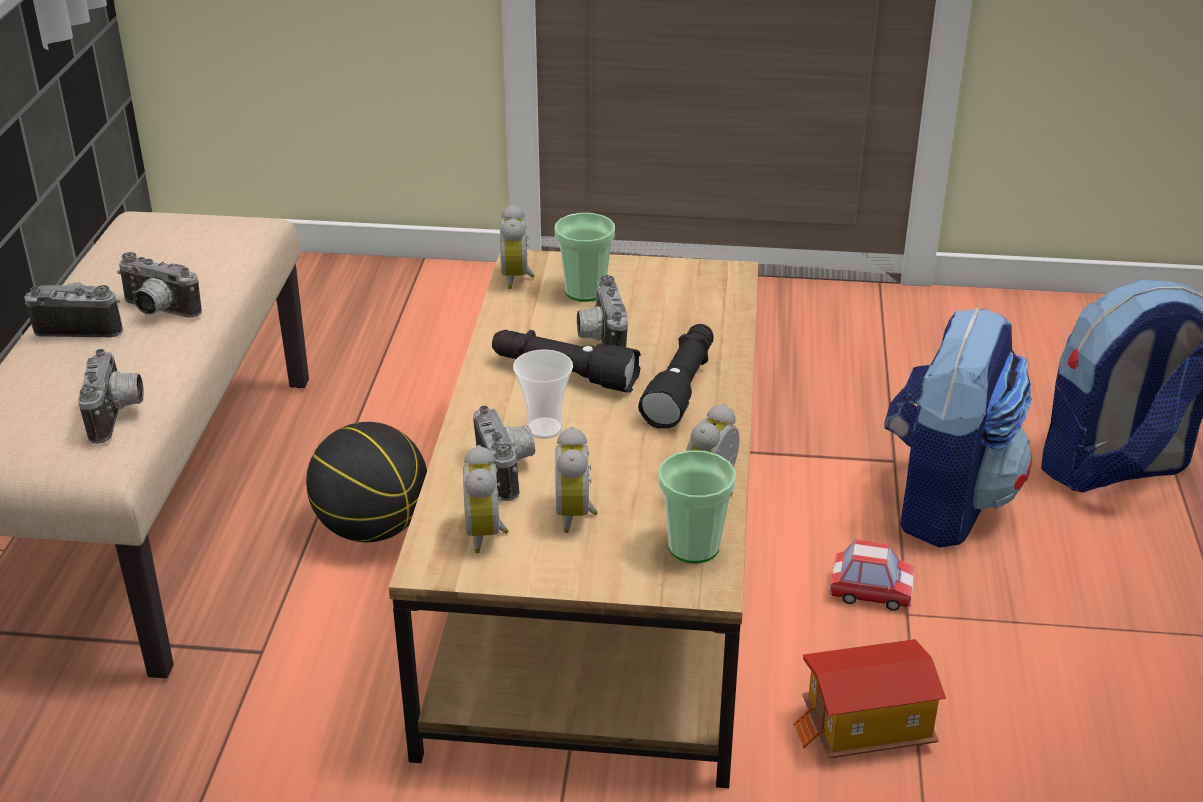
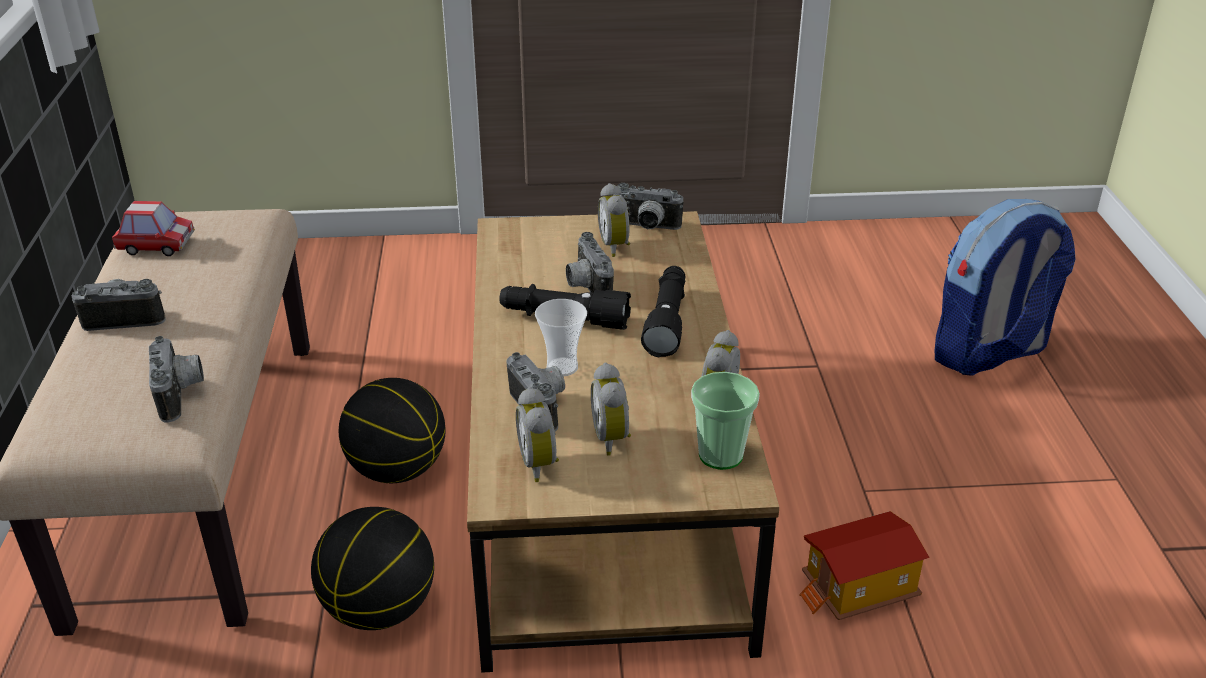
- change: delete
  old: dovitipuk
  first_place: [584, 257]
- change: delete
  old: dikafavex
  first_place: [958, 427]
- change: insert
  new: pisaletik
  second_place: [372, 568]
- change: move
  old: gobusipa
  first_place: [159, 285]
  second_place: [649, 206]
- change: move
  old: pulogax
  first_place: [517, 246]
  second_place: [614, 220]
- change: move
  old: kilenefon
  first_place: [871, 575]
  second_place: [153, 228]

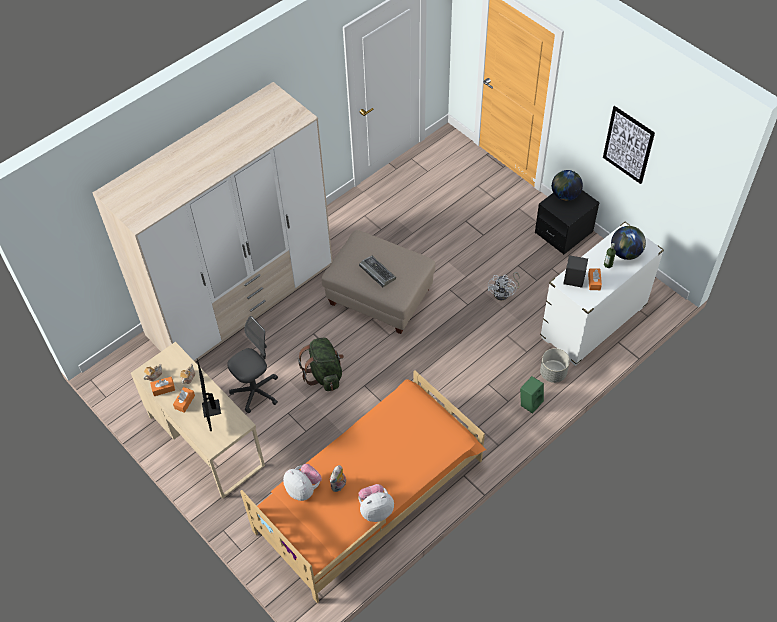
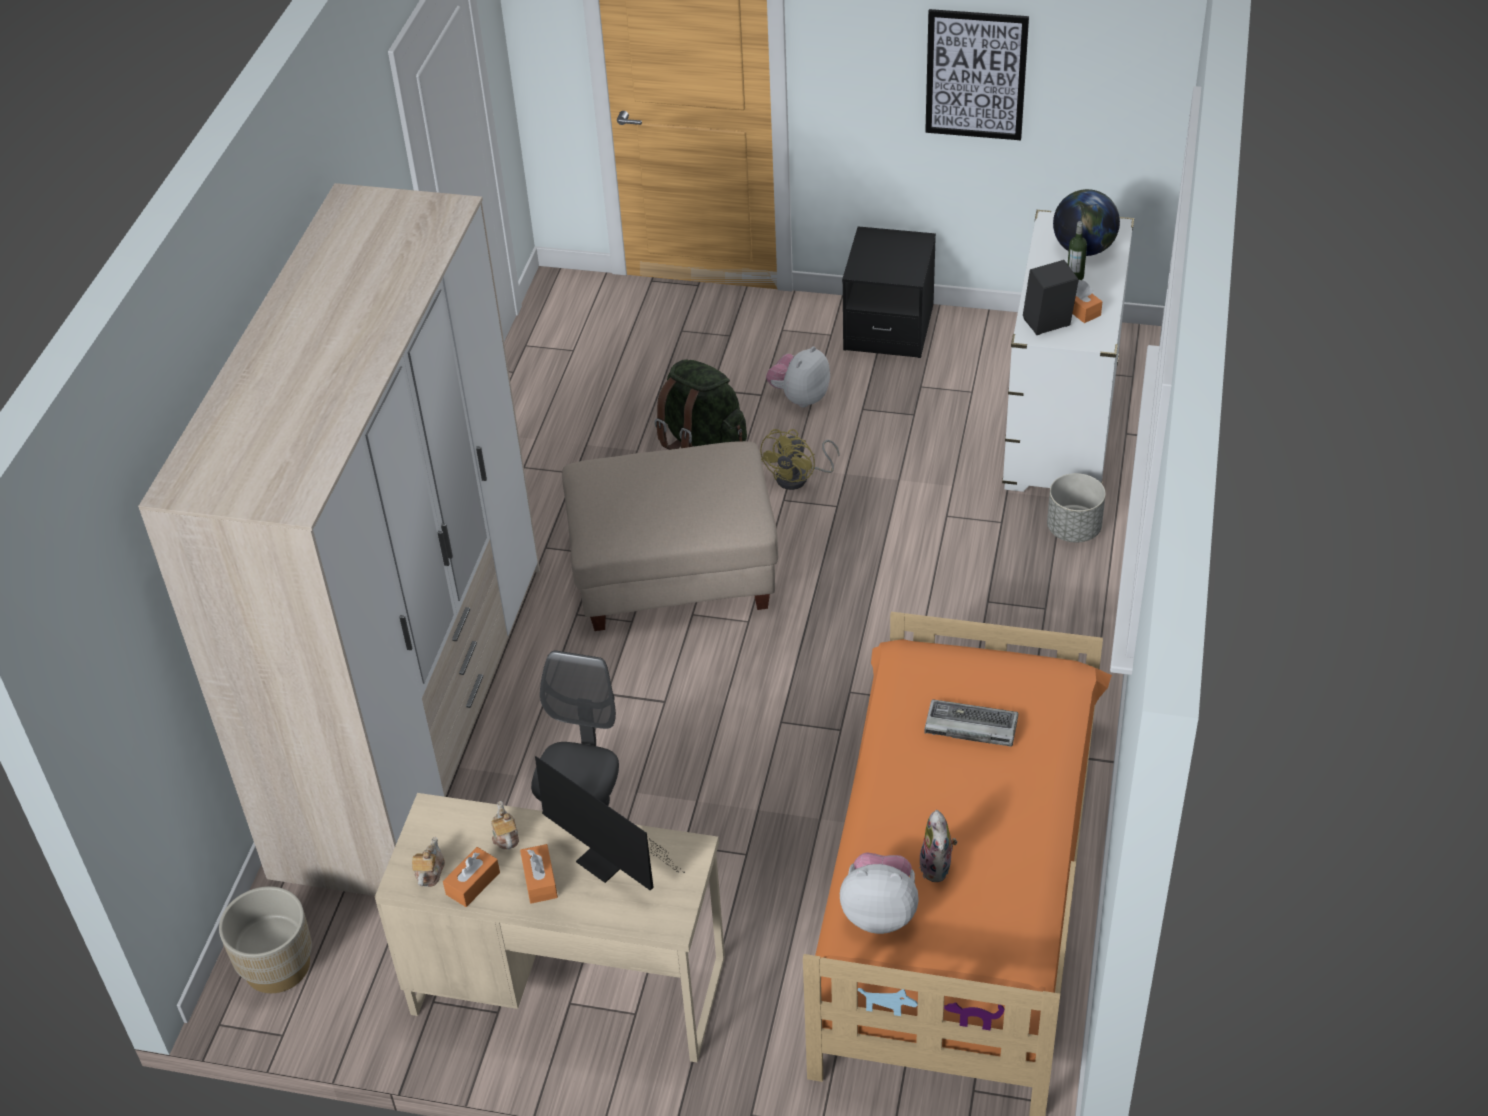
- change: delete
  old: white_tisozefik
  first_place: [504, 286]
- change: delete
  old: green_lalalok
  first_place: [532, 395]
- change: delete
  old: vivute
  first_place: [567, 185]
- change: insert
  new: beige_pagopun
  second_place: [265, 939]
- change: insert
  new: yellow_tisozefik
  second_place: [800, 459]
- change: move
  old: green_dikafavex
  first_place: [321, 364]
  second_place: [701, 404]
- change: move
  old: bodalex
  first_place: [377, 271]
  second_place: [971, 723]
- change: move
  old: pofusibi
  first_place: [376, 503]
  second_place: [798, 377]

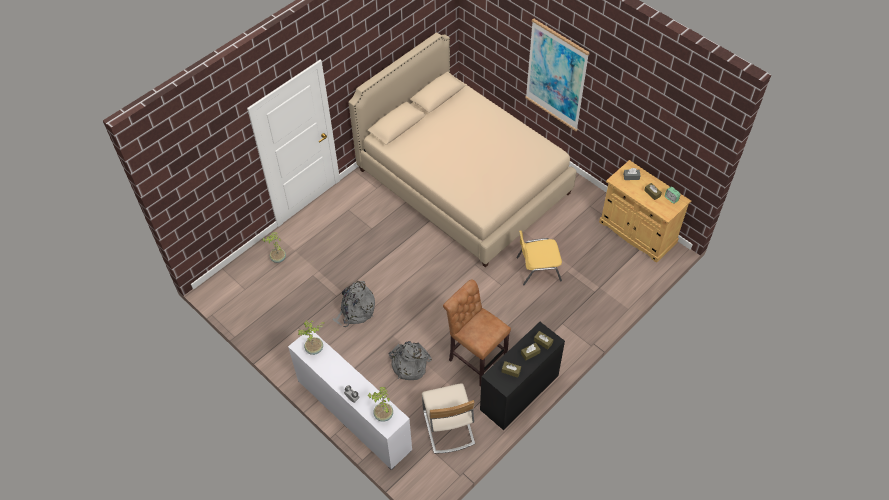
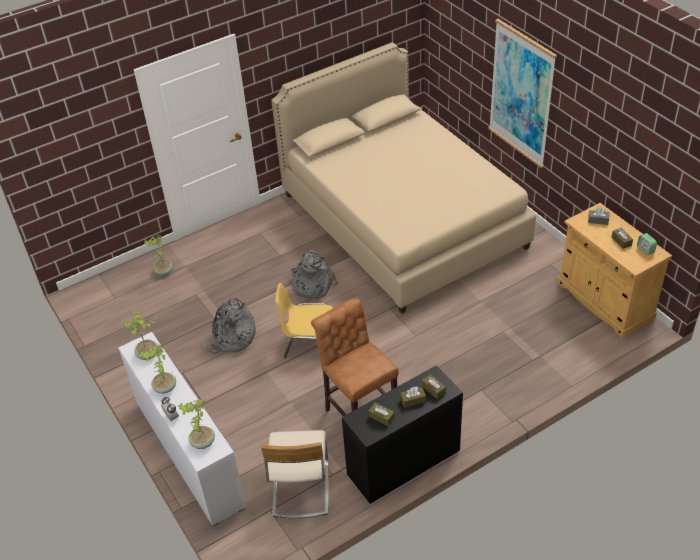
- change: insert
  new: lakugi
  second_place: [157, 369]
- change: move
  old: grey_dikafavex
  first_place: [410, 360]
  second_place: [314, 274]
- change: move
  old: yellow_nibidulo
  first_place: [539, 257]
  second_place: [304, 320]

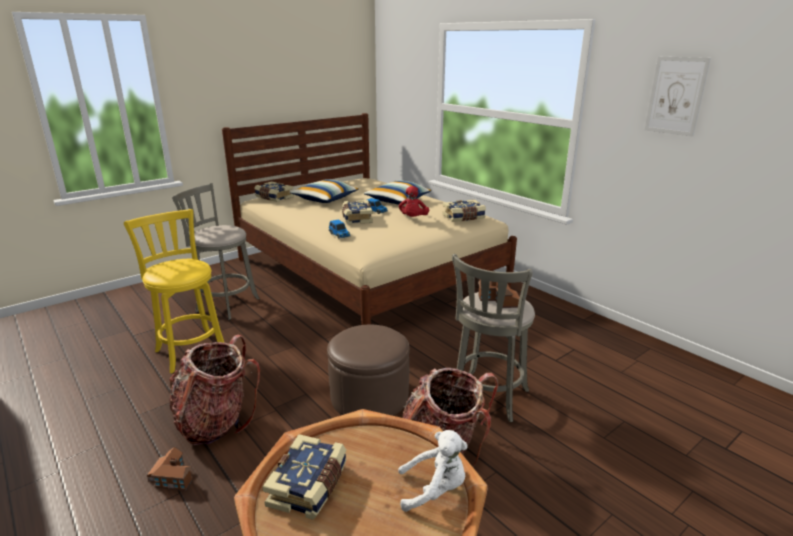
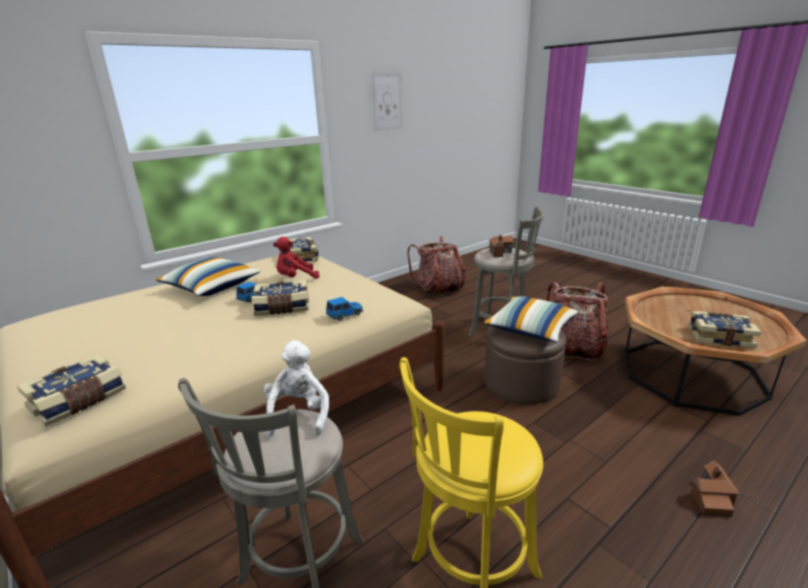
- change: move
  old: dikafavex
  first_place: [214, 390]
  second_place: [436, 266]
- change: move
  old: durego
  first_place: [324, 191]
  second_place: [530, 319]
- change: move
  old: white_pofusibi
  first_place: [433, 471]
  second_place: [296, 388]
- change: rotate
  old: red_pofusibi
  first_place: [414, 201]
  second_place: [296, 258]
  degrees: 150

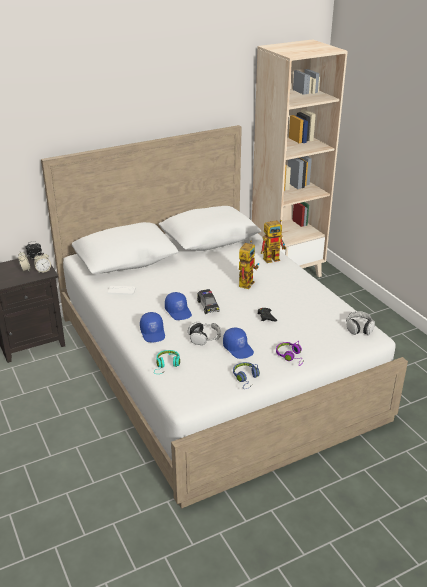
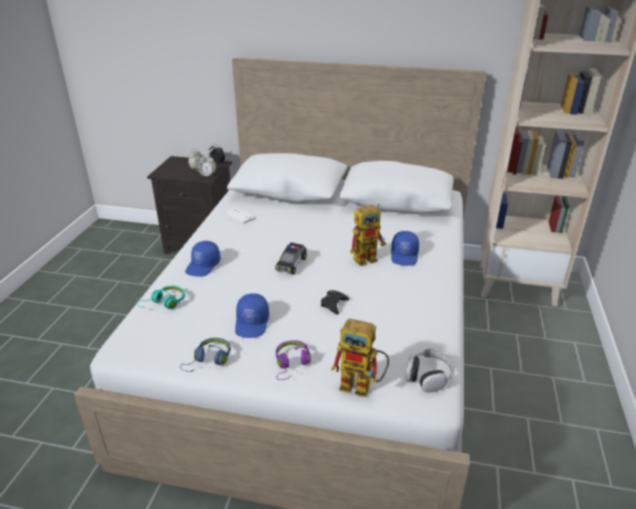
- change: delete
  old: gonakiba
  first_place: [204, 333]
- change: move
  old: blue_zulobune
  first_place: [178, 306]
  second_place: [405, 248]
- change: move
  old: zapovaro
  first_place: [273, 241]
  second_place: [360, 357]

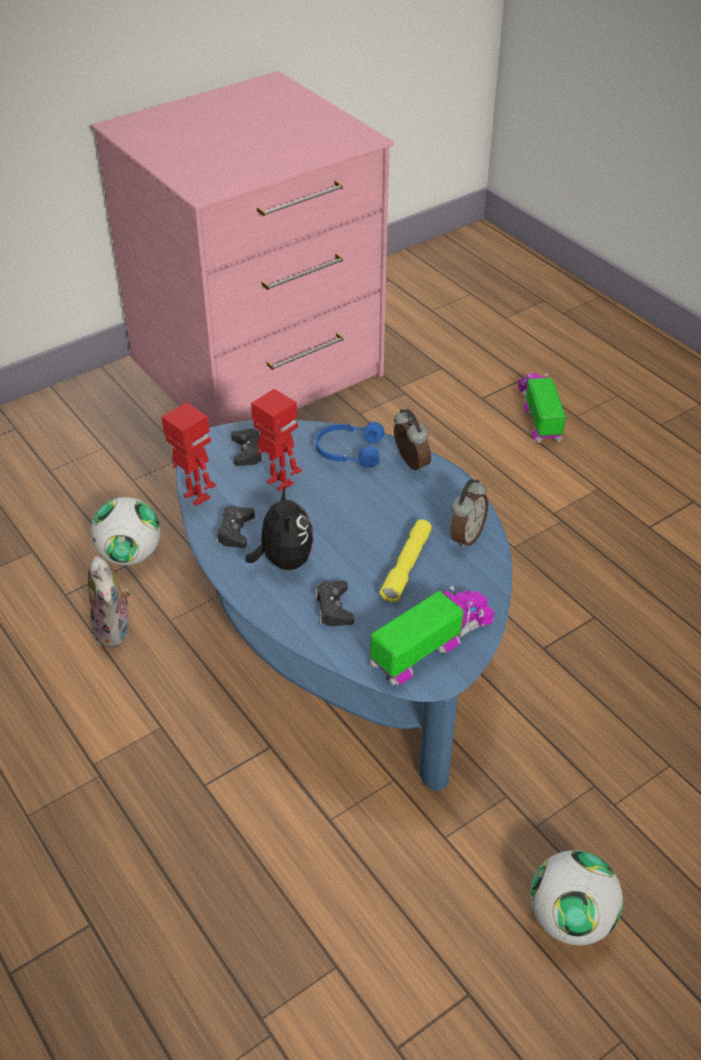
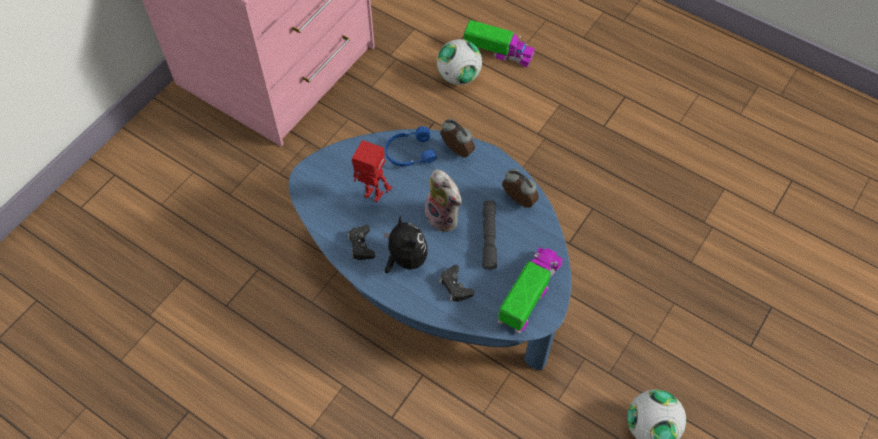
- change: delete
  old: zapovaro
  first_place: [189, 454]
- change: delete
  old: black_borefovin
  first_place: [247, 447]
- change: move
  old: pofusibi
  first_place: [109, 601]
  second_place: [443, 200]
- change: move
  old: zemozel
  first_place: [125, 531]
  second_place: [459, 62]
- change: recolor
  old: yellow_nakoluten
  new: grey_nakoluten
  first_place: [405, 561]
  second_place: [489, 235]
- change: rotate
  old: pulogax
  first_place: [469, 514]
  second_place: [520, 188]
  degrees: -60
- change: rotate
  old: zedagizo
  first_place: [542, 408]
  second_place: [499, 43]
  degrees: 135

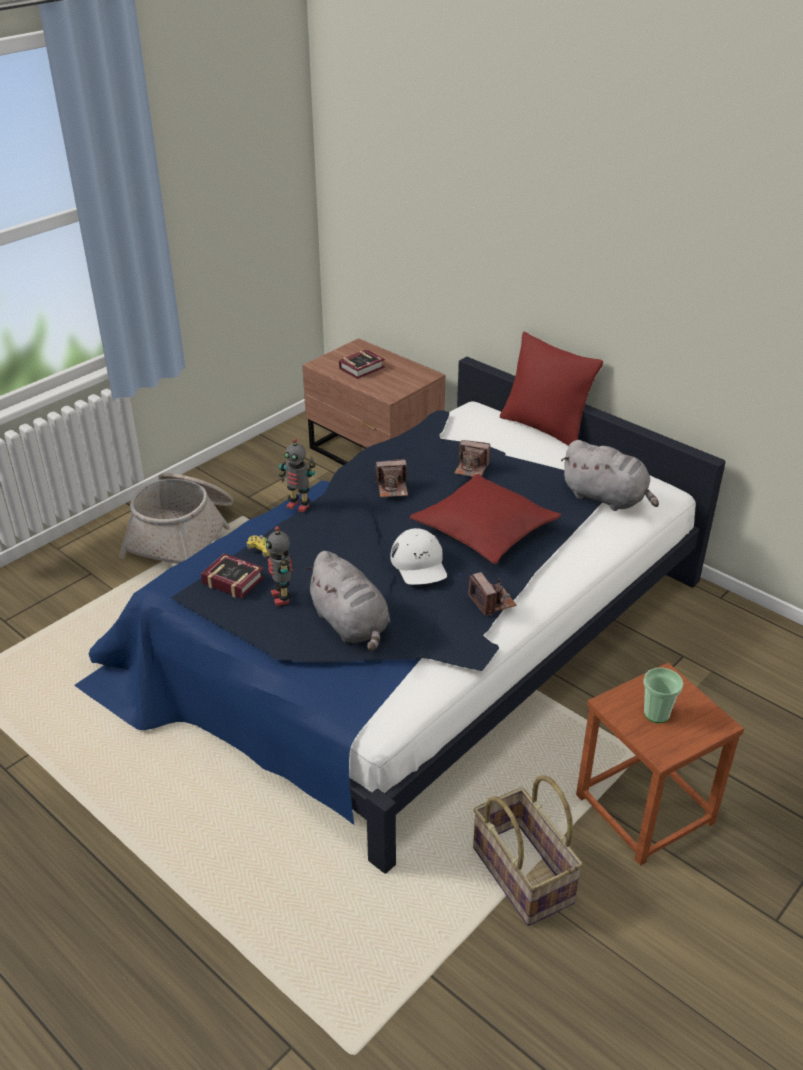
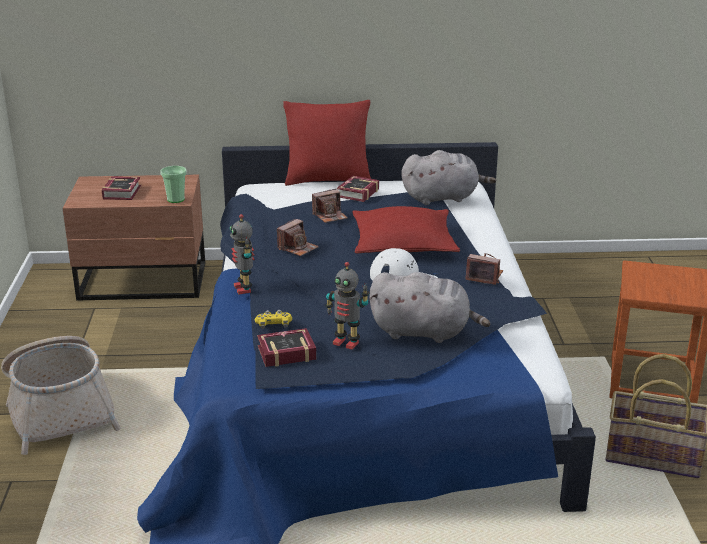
- change: insert
  new: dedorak
  second_place: [358, 189]
- change: move
  old: dovitipuk
  first_place: [663, 695]
  second_place: [173, 184]
- change: rotate
  old: zapovaro
  first_place: [297, 475]
  second_place: [242, 254]
  degrees: 90

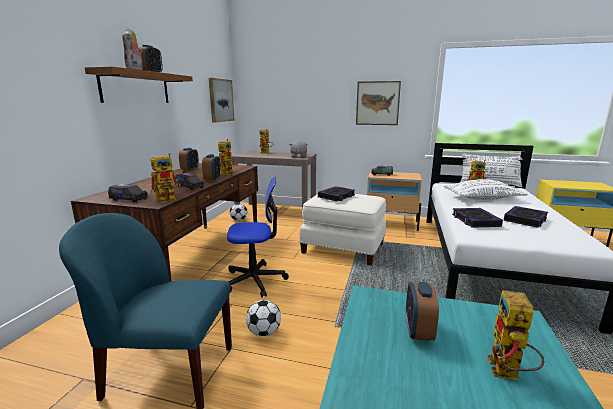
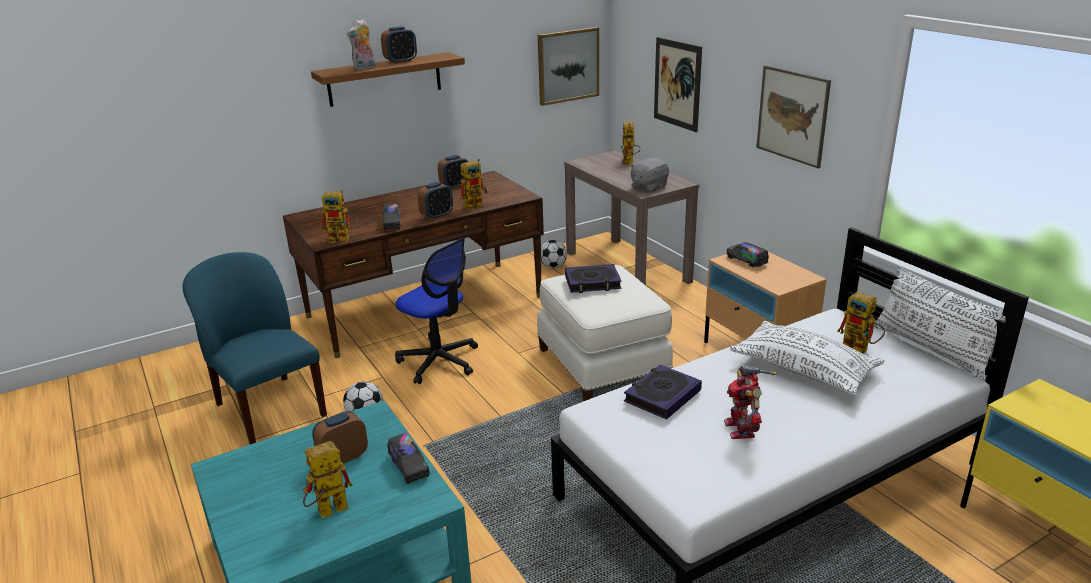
- change: insert
  new: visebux
  second_place: [678, 84]
- change: move
  old: zedagizo
  first_place: [128, 193]
  second_place: [409, 458]
- change: replace
  old: dedorak
  new: zapovaro
  first_place: [526, 217]
  second_place: [750, 402]

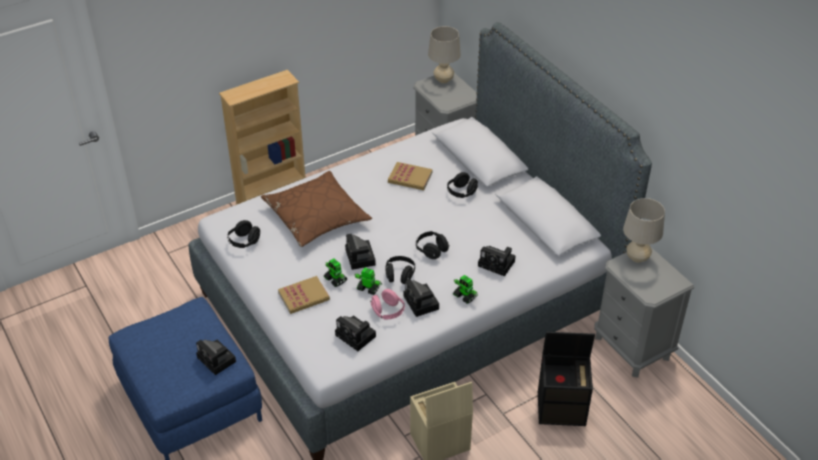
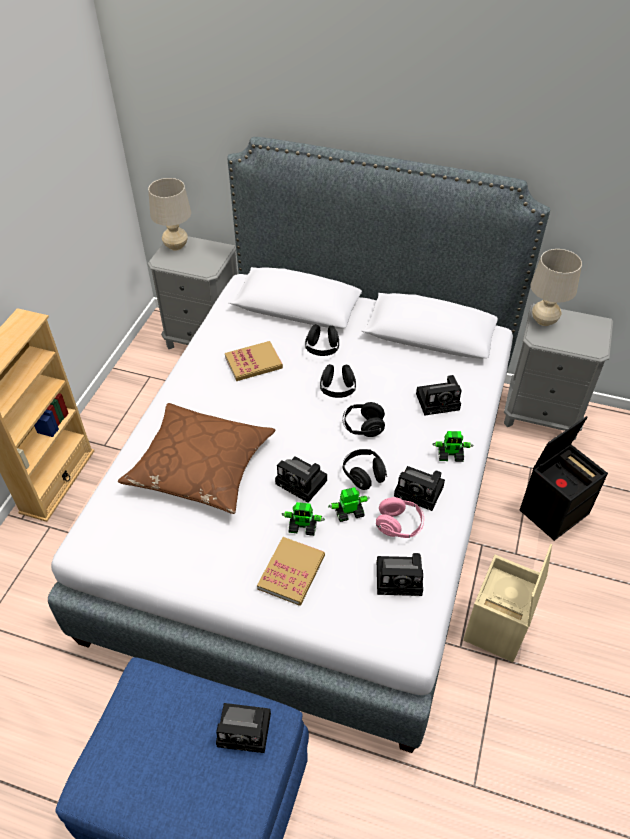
- change: move
  old: black_gonakiba
  first_place: [243, 234]
  second_place: [338, 381]

